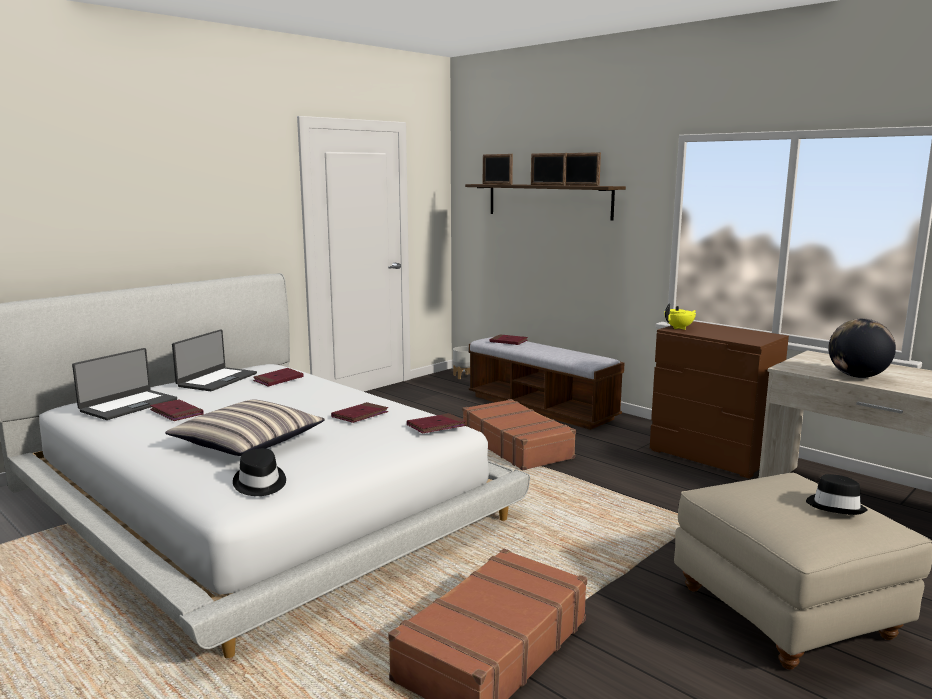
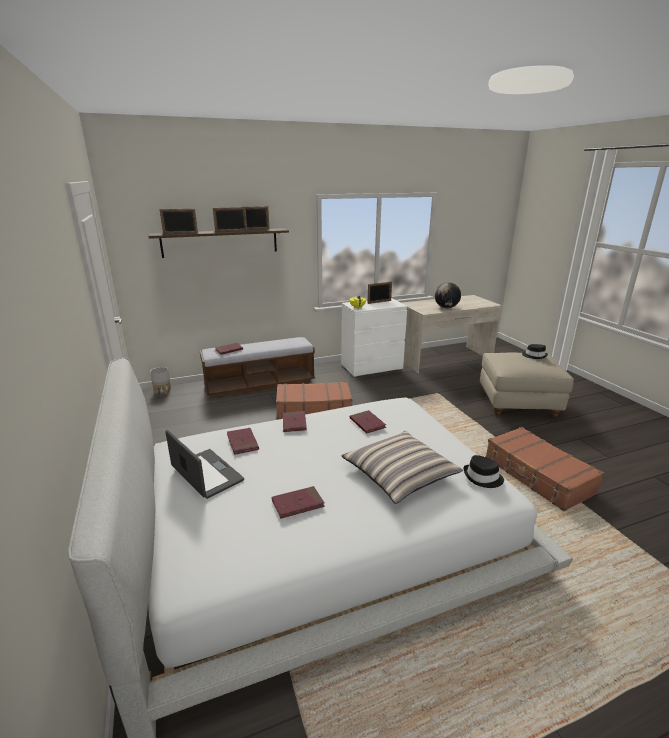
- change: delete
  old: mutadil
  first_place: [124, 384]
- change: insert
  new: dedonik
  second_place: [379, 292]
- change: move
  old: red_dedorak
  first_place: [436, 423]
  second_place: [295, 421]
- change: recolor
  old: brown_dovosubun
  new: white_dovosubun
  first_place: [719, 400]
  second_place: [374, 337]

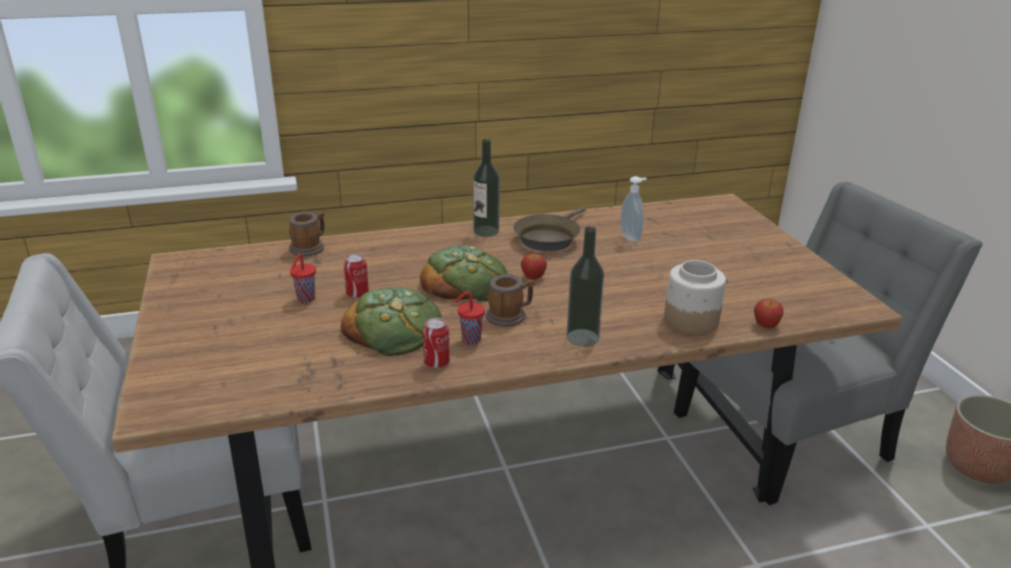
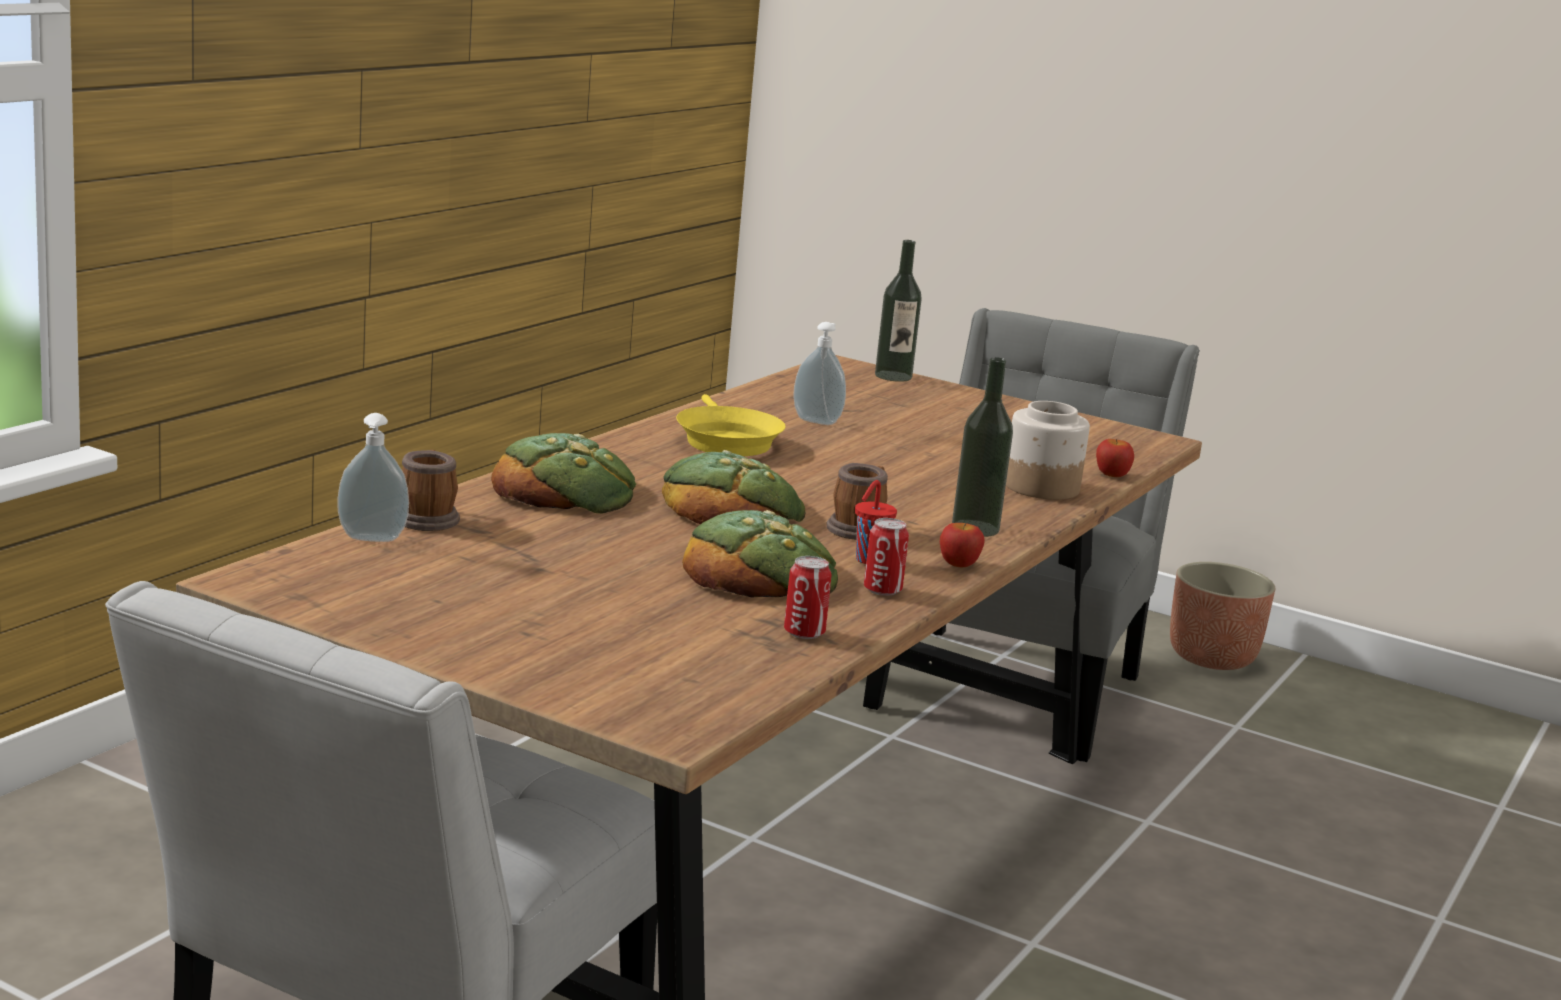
- change: delete
  old: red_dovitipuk
  first_place: [303, 278]
- change: insert
  new: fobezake
  second_place: [373, 477]
- change: insert
  new: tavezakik
  second_place: [563, 473]
- change: move
  old: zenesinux
  first_place: [356, 276]
  second_place: [808, 597]
- change: move
  old: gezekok
  first_place: [486, 188]
  second_place: [898, 311]
- change: move
  old: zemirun
  first_place: [534, 266]
  second_place: [962, 545]
- change: recolor
  old: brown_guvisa
  new: yellow_guvisa
  first_place: [549, 229]
  second_place: [731, 425]

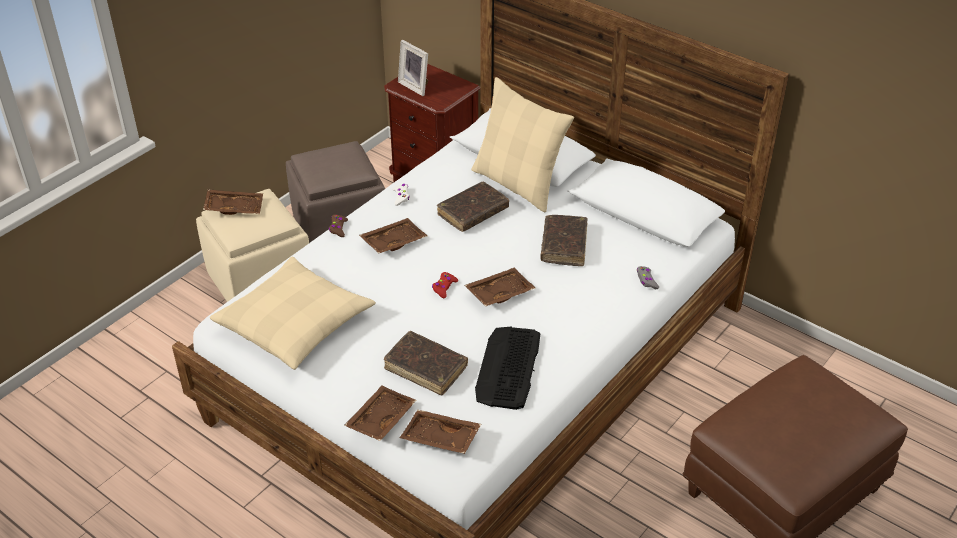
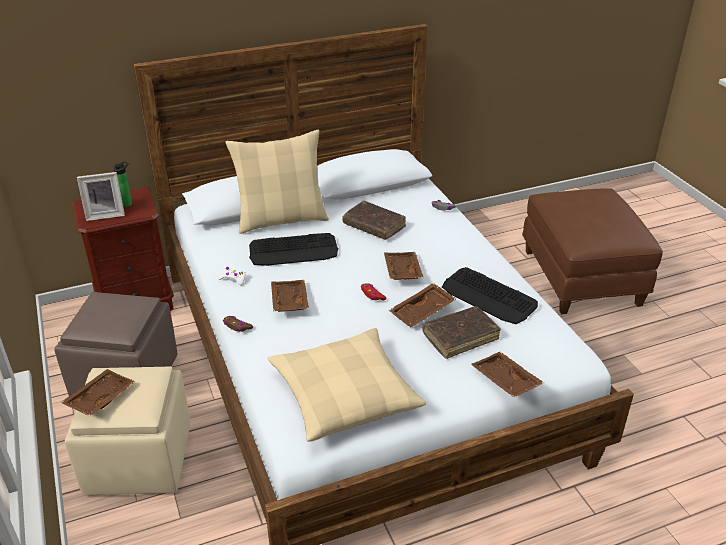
- change: insert
  new: gezekok
  second_place: [123, 184]
- change: move
  old: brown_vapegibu
  first_place: [440, 432]
  second_place: [422, 305]
- change: replace
  old: brown_dedorak
  new: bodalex
  first_place: [473, 207]
  second_place: [293, 249]

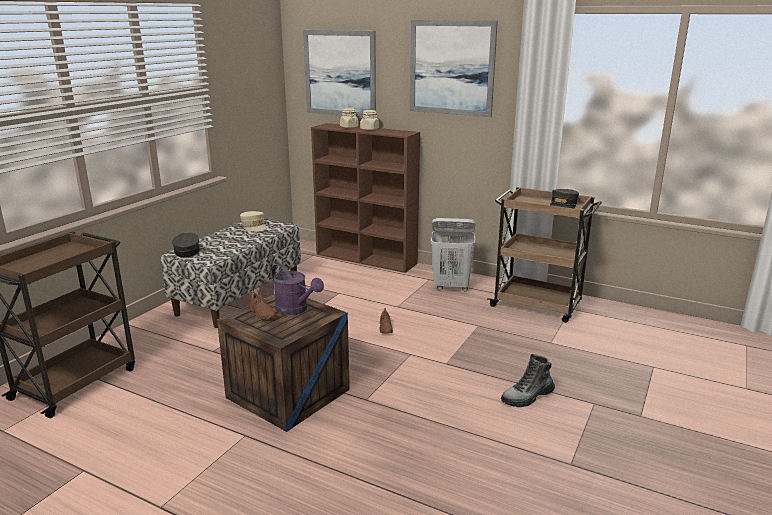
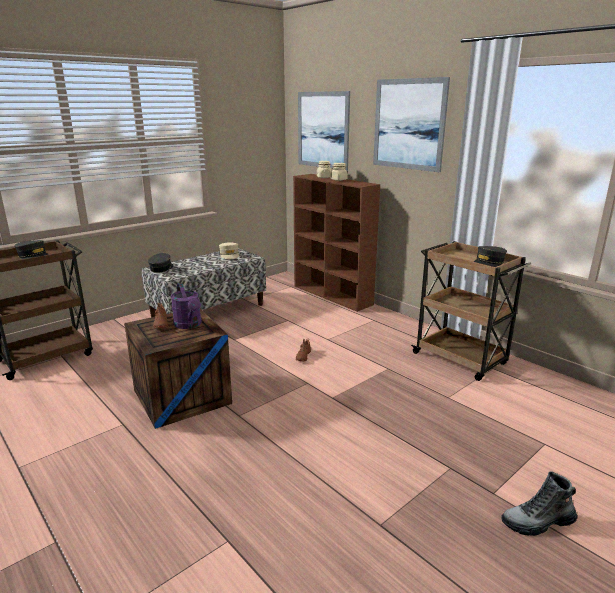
- change: delete
  old: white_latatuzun
  first_place: [453, 255]
- change: insert
  new: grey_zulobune
  second_place: [31, 249]
- change: move
  old: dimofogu
  first_place: [528, 380]
  second_place: [539, 503]

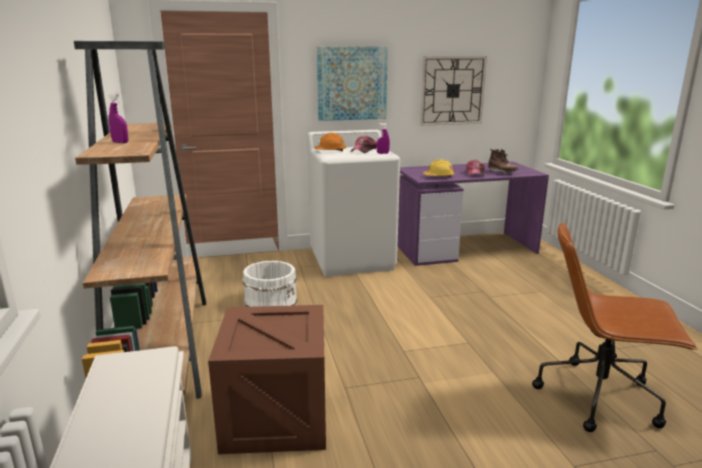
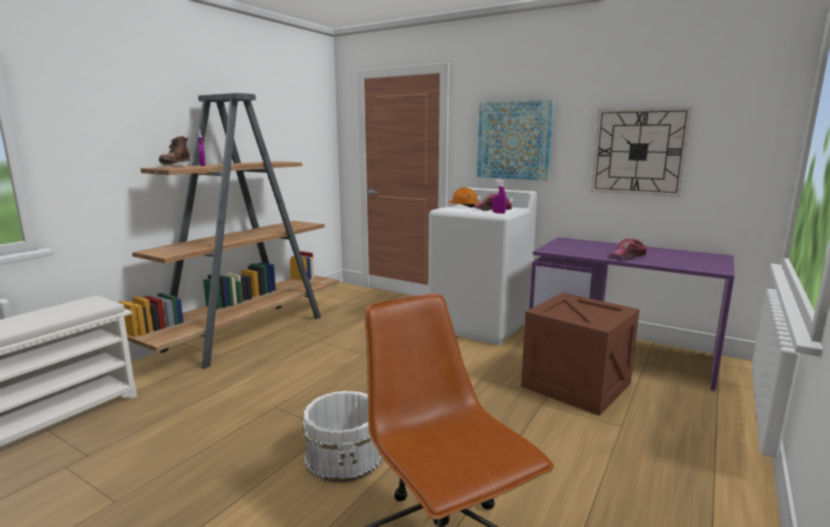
- change: delete
  old: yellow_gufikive
  first_place: [438, 168]
- change: move
  old: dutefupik
  first_place: [267, 379]
  second_place: [580, 354]
- change: move
  old: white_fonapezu
  first_place: [270, 284]
  second_place: [343, 437]
- change: move
  old: brown_dimofogu
  first_place: [503, 161]
  second_place: [175, 151]

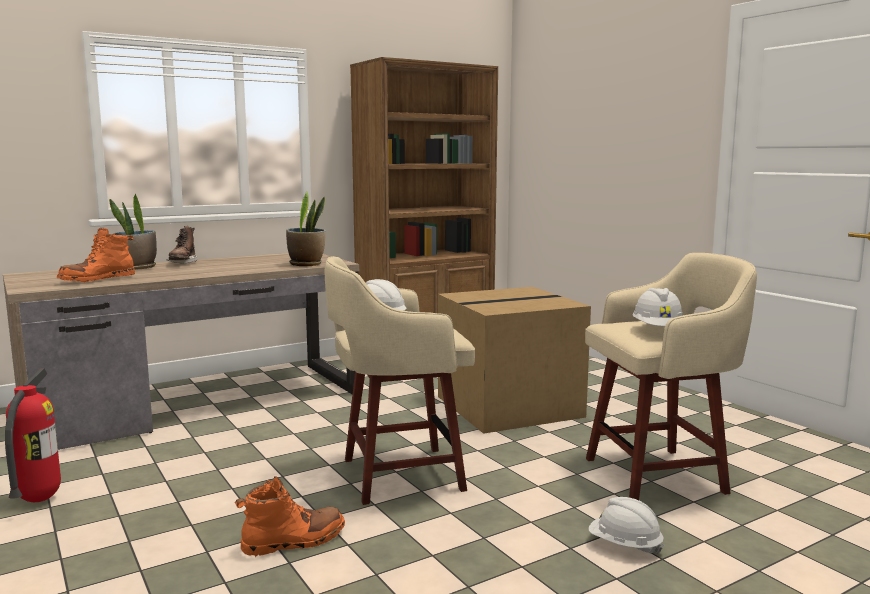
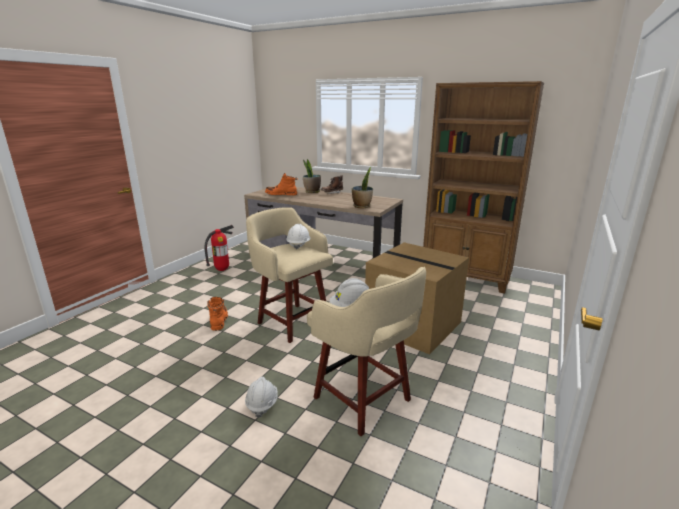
- change: rotate
  old: orange_dimofogu
  first_place: [290, 516]
  second_place: [217, 314]
  degrees: -135

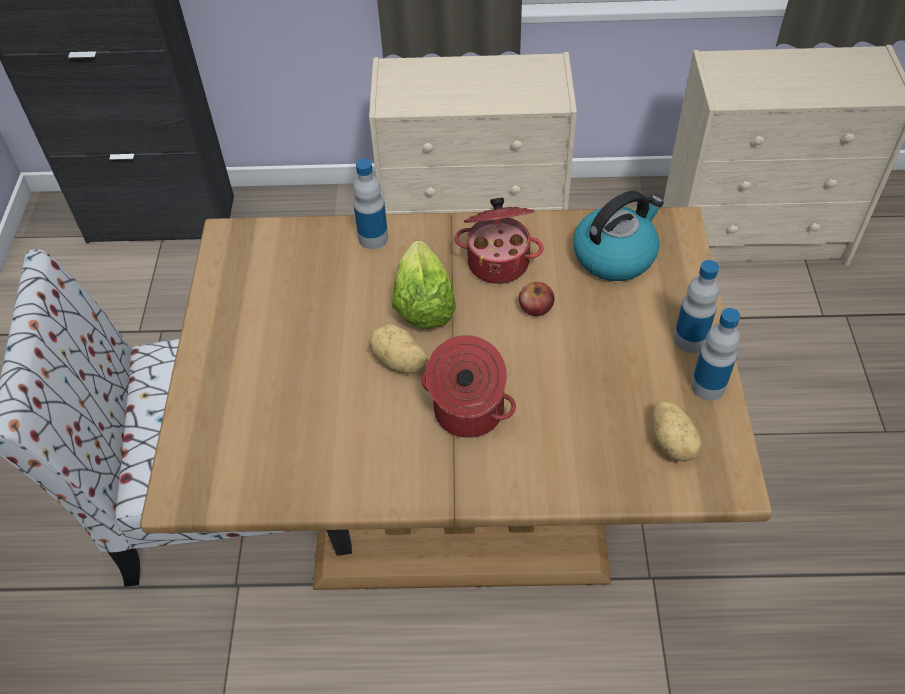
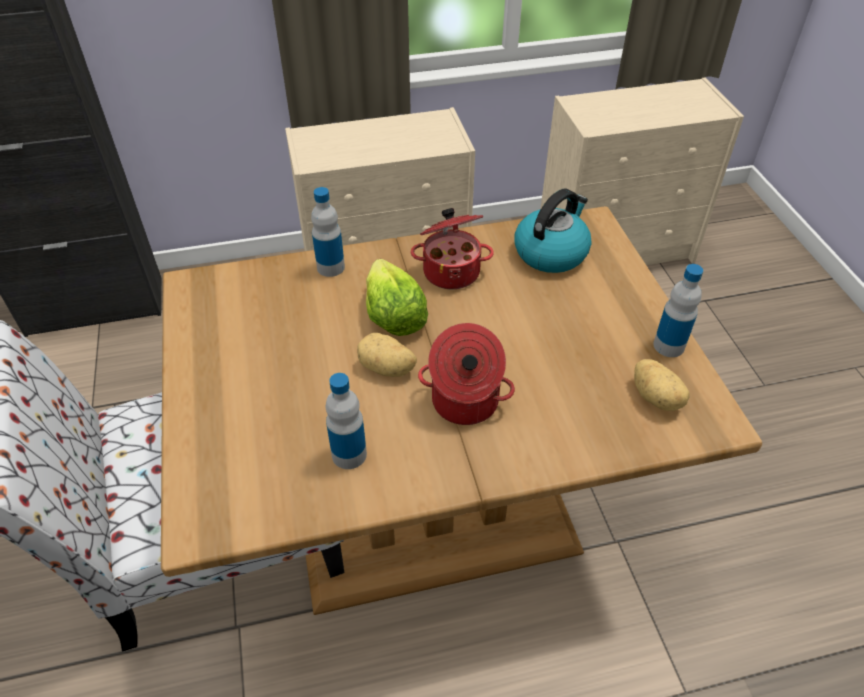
- change: delete
  old: zemirun
  first_place: [536, 299]
- change: move
  old: gezekok
  first_place: [696, 306]
  second_place: [346, 421]

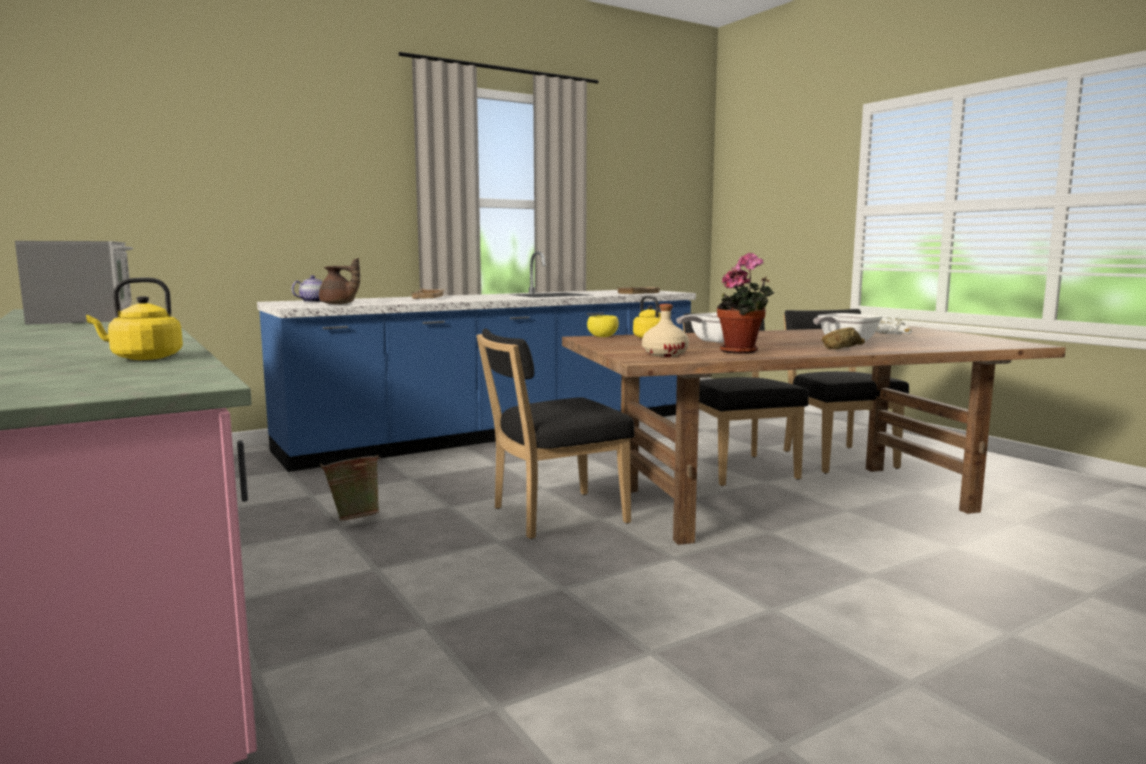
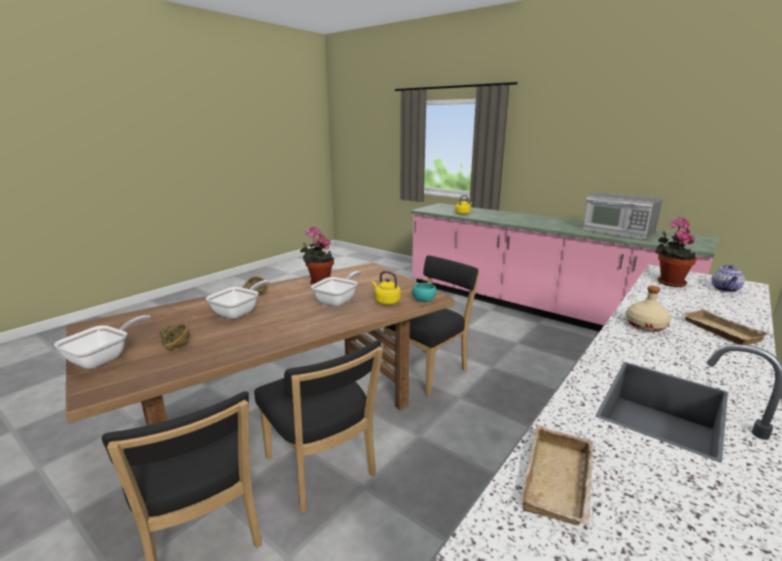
- change: delete
  old: green_fonapezu
  first_place: [350, 487]
- change: insert
  new: guvisa
  second_place: [102, 342]
- change: move
  old: beige_gezekok
  first_place: [665, 330]
  second_place: [648, 309]
- change: replace
  old: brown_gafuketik
  new: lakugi
  first_place: [339, 281]
  second_place: [676, 252]
- change: recolor
  old: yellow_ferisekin
  new: turquoise_ferisekin
  first_place: [603, 326]
  second_place: [424, 292]
- change: recolor
  old: white_ferisekin
  new: brown_ferisekin
  first_place: [894, 326]
  second_place: [174, 337]

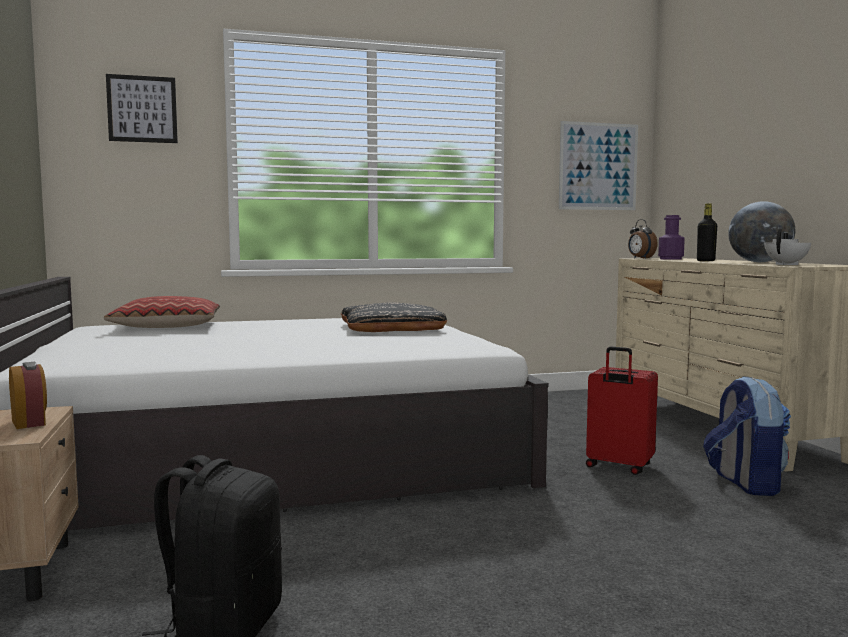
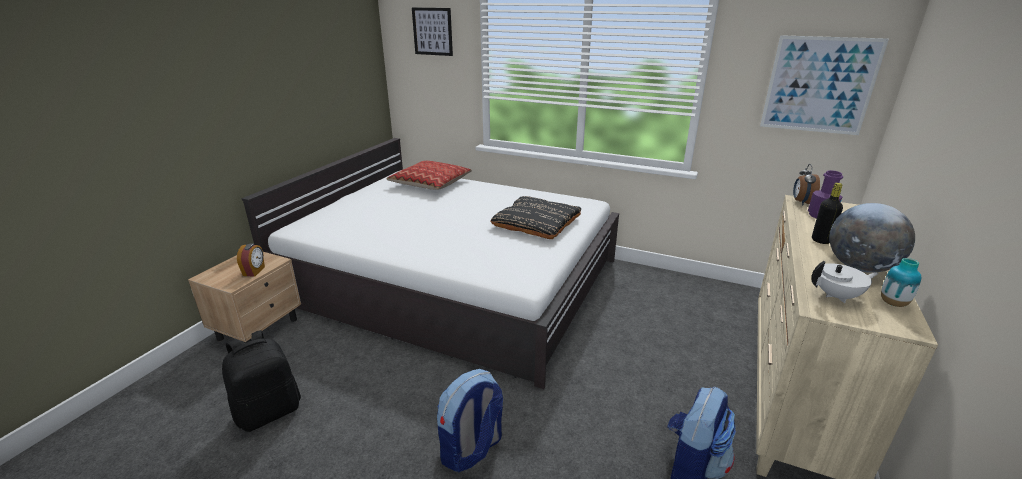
- change: delete
  old: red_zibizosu
  first_place: [622, 410]
- change: insert
  new: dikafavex
  second_place: [470, 420]
- change: insert
  new: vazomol
  second_place: [901, 282]

